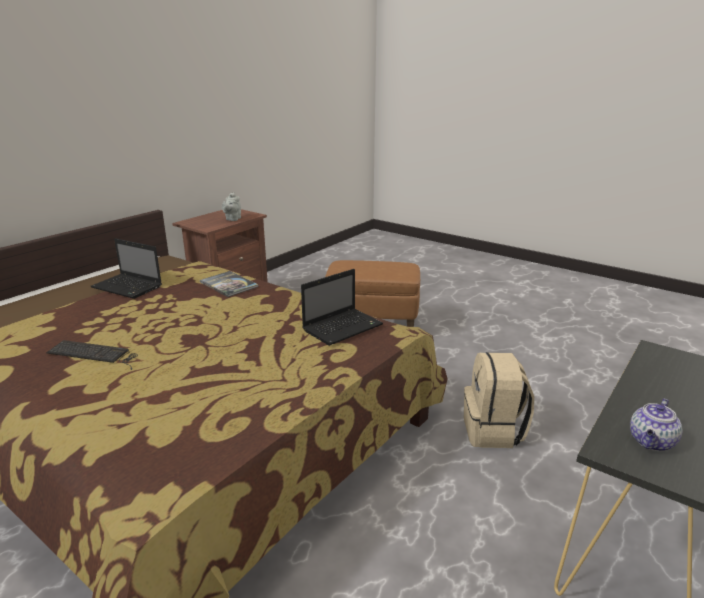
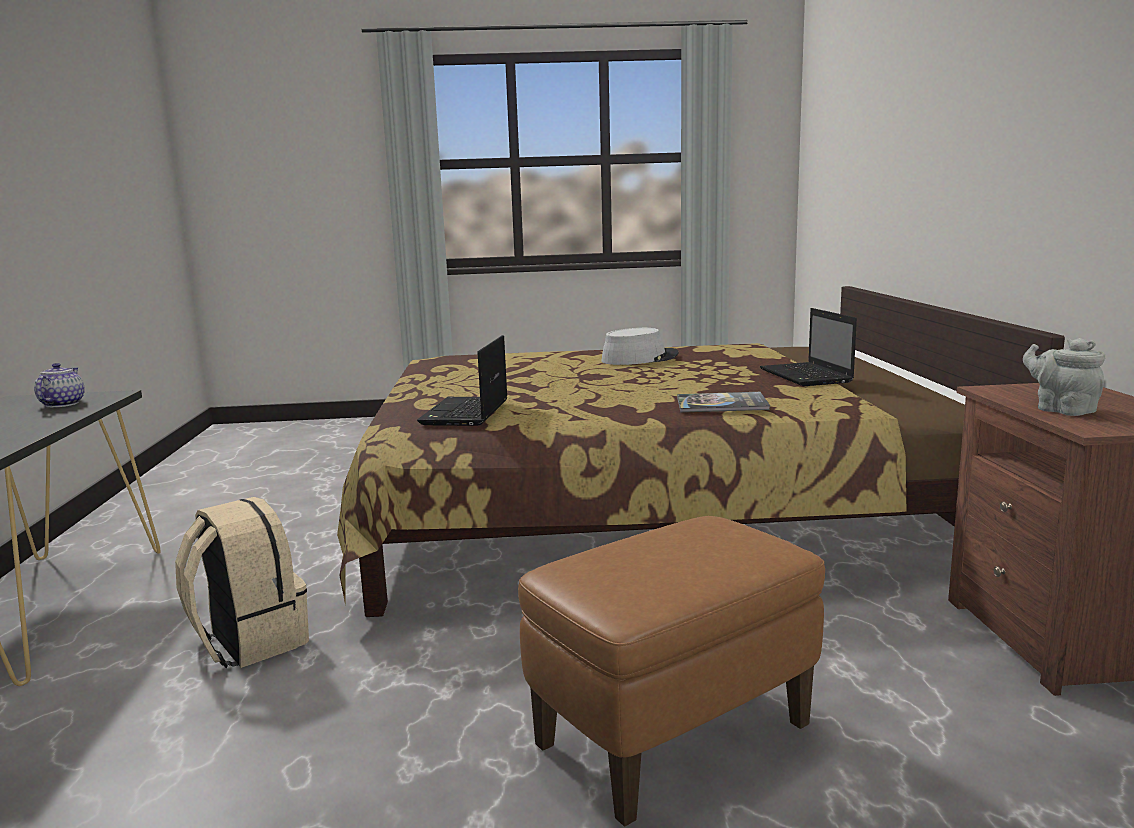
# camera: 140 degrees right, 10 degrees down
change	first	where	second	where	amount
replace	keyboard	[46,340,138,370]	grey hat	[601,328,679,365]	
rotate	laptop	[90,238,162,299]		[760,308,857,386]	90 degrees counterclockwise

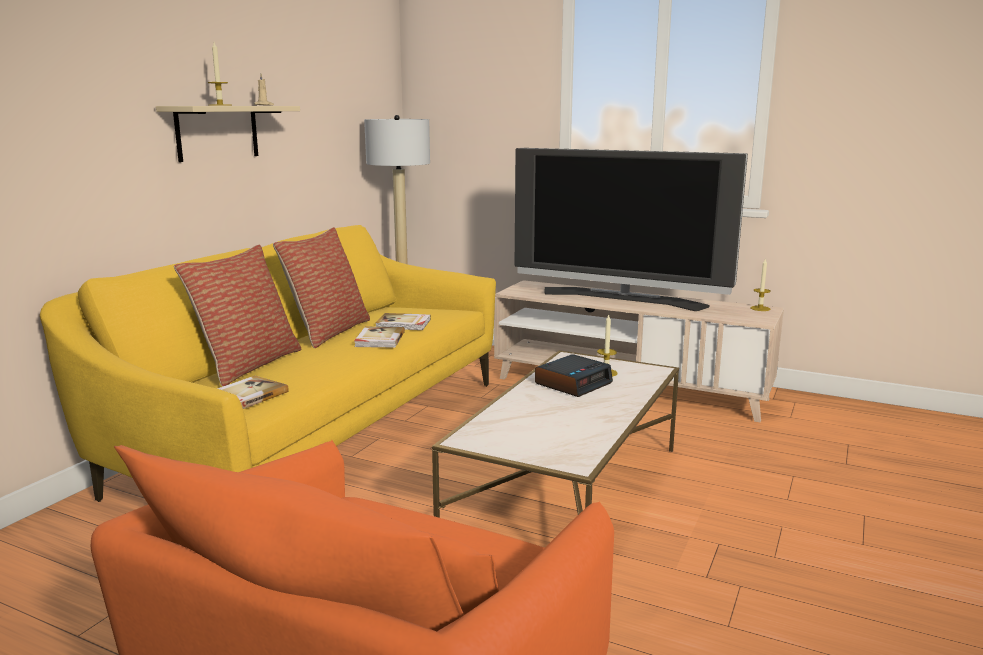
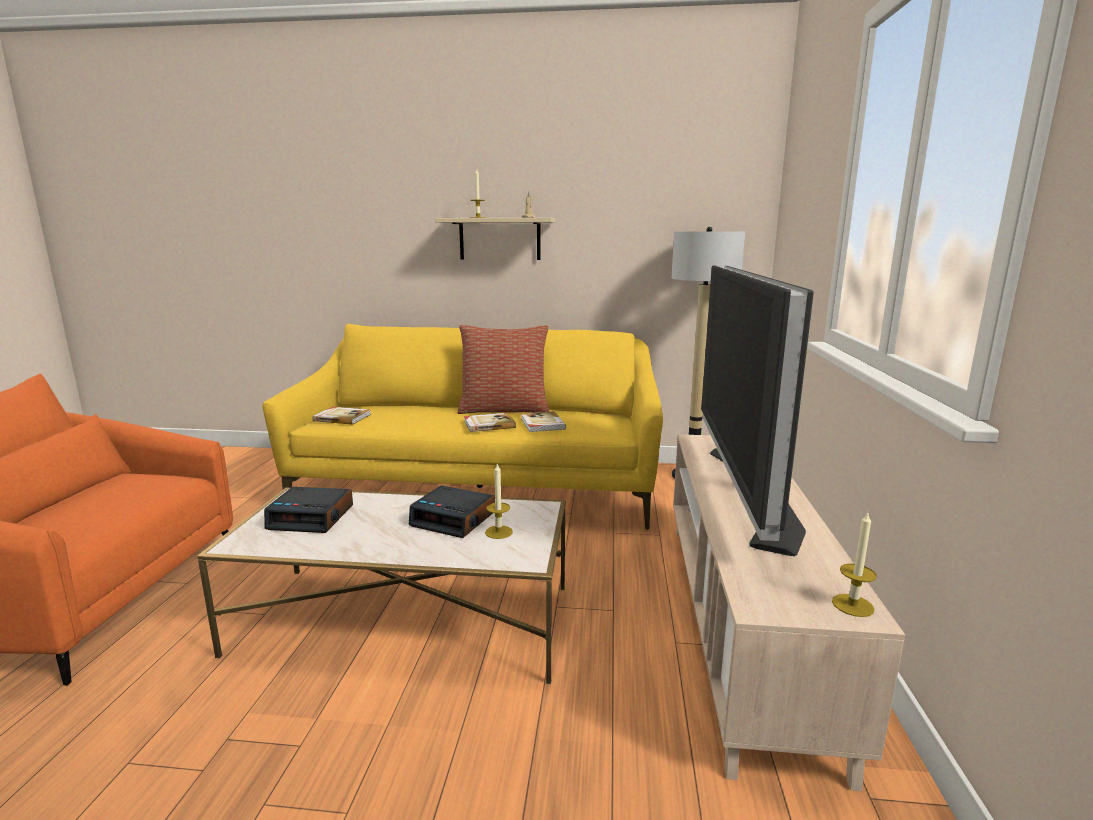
# camera: 70 degrees right, 0 degrees up
change	first	where	second	where	amount
delete	pillow	[174,245,301,387]			
insert			alarm clock	[264,487,353,533]	

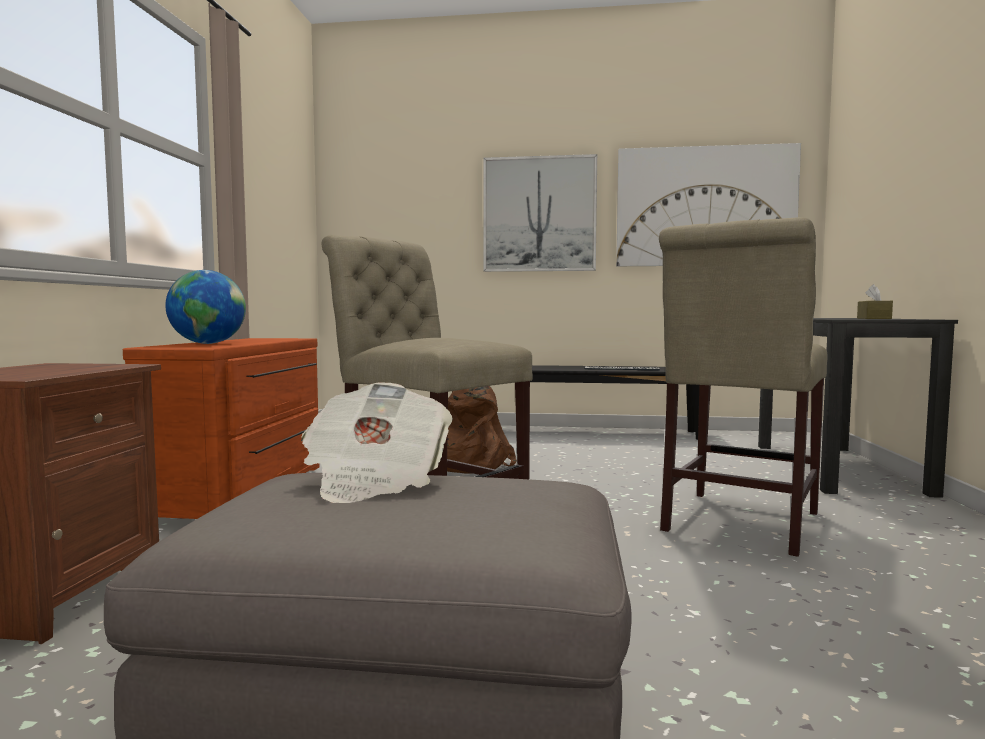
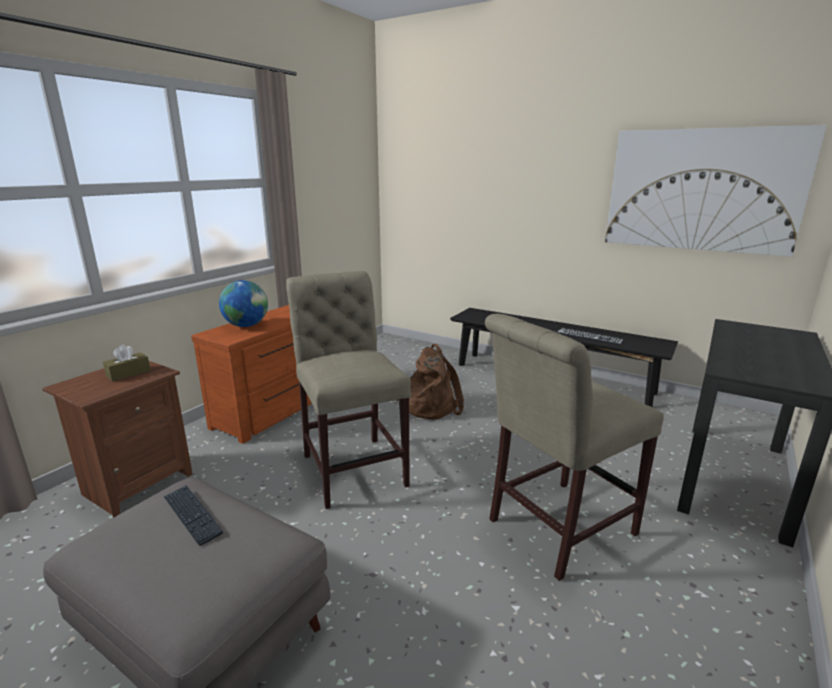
# camera: 25 degrees right, 15 degrees up
change	first	where	second	where	amount
replace	newspaper	[301,382,453,503]	keyboard	[164,485,223,546]	
delete	picture	[483,154,597,272]			
move	brown tissue box	[857,284,893,319]		[103,344,151,381]	

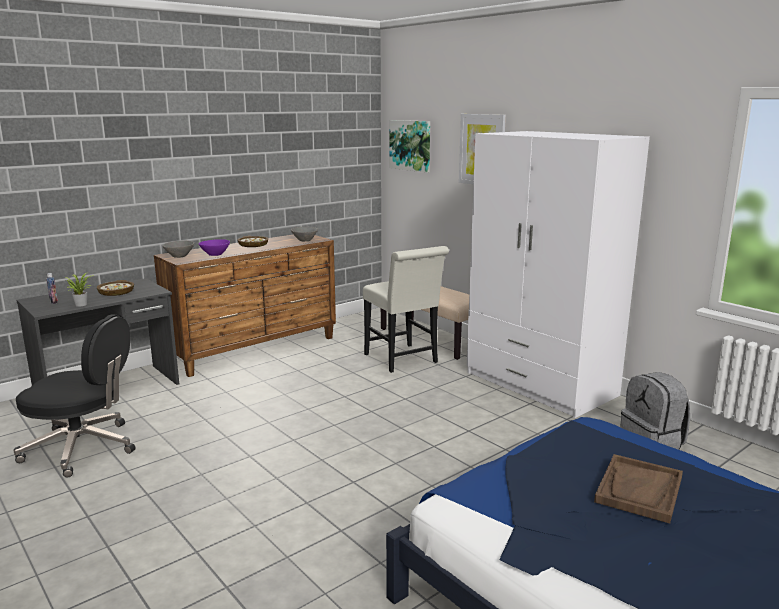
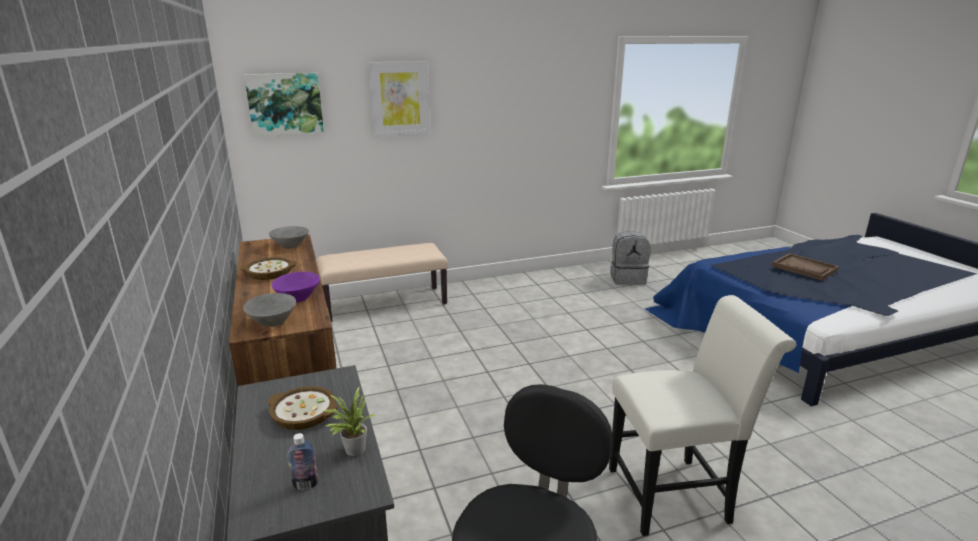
# camera: 70 degrees left, 5 degrees up
change	first	where	second	where	amount
move	white chair	[363,246,449,373]		[609,295,796,536]	
delete	white wardrobe	[467,131,650,418]			

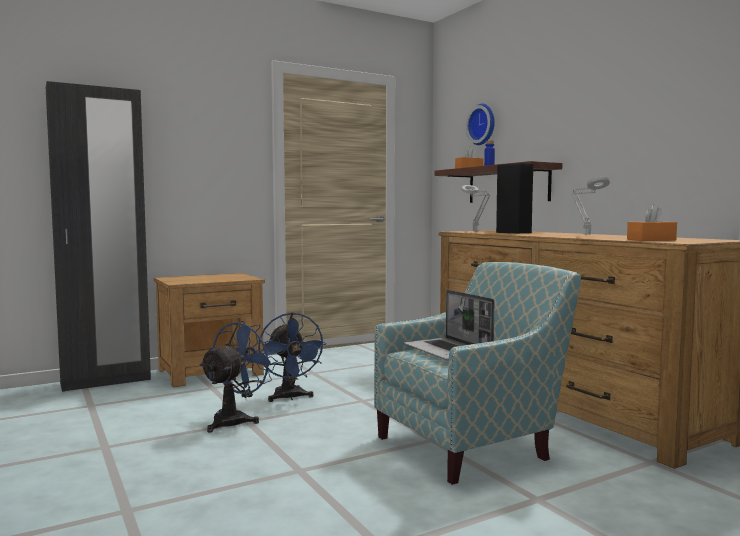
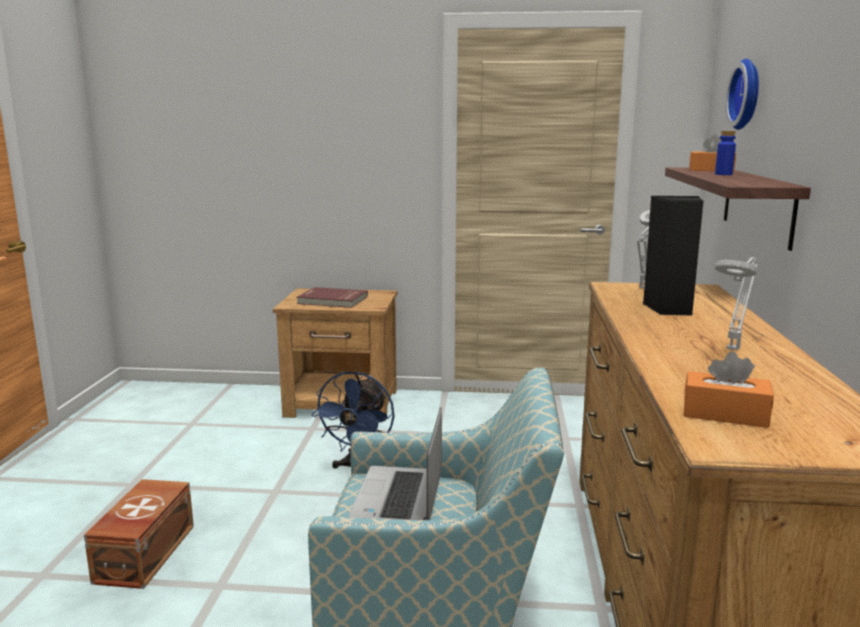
# camera: 35 degrees right, 10 degrees up
change	first	where	second	where	amount
delete	black wardrobe	[46,81,151,392]			
delete	blue fan	[199,321,278,433]			
insert			brown storage box	[84,479,194,589]	
insert			red book	[297,287,368,308]	

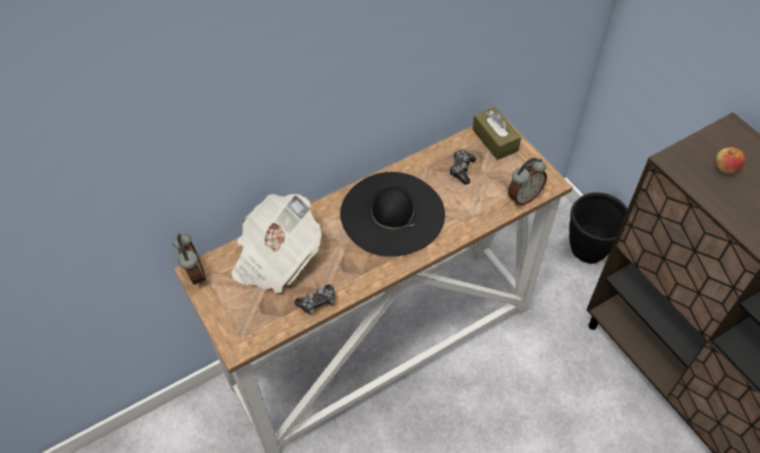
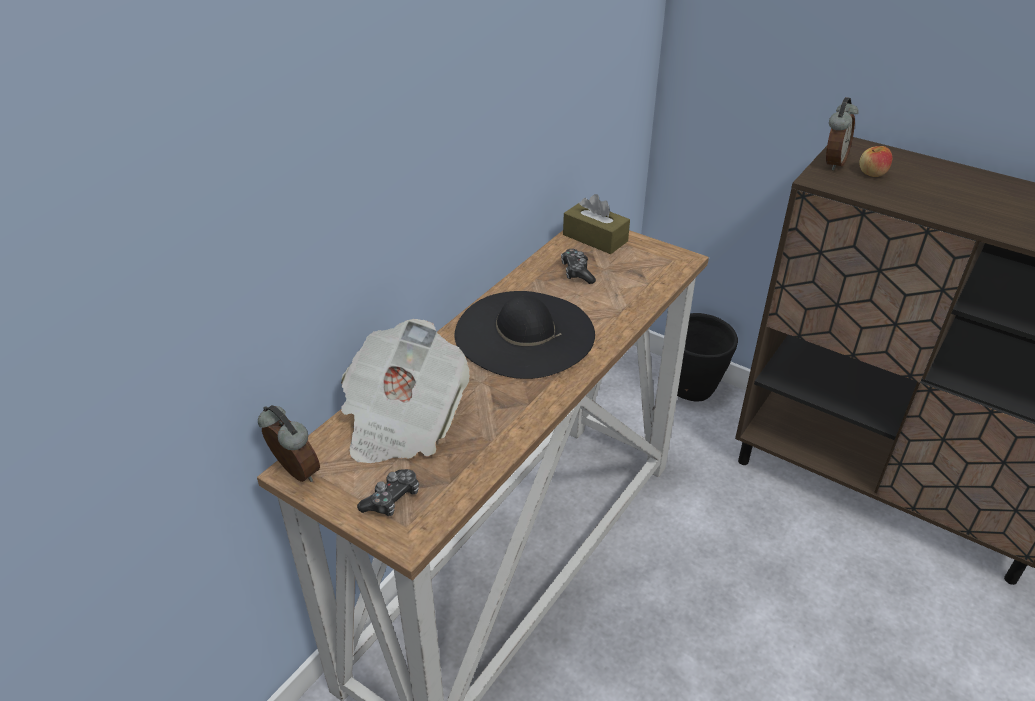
# camera: 25 degrees left, 15 degrees down
change	first	where	second	where	amount
move	game controller	[295,284,335,315]		[357,469,419,516]	
move	alarm clock	[508,158,547,206]		[826,97,859,171]	

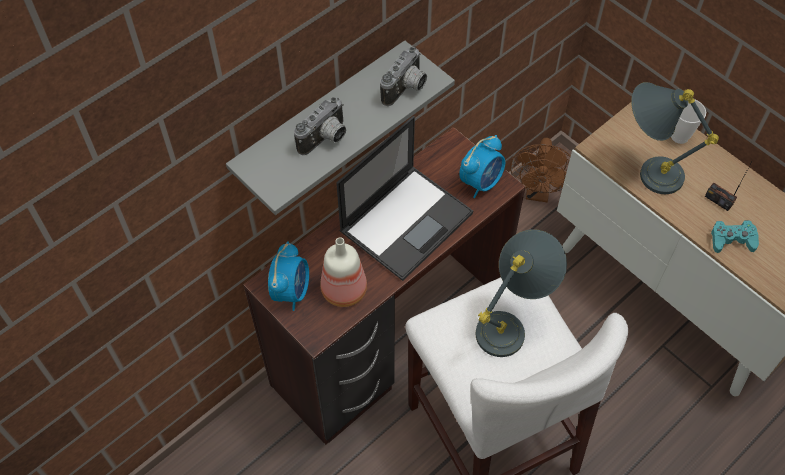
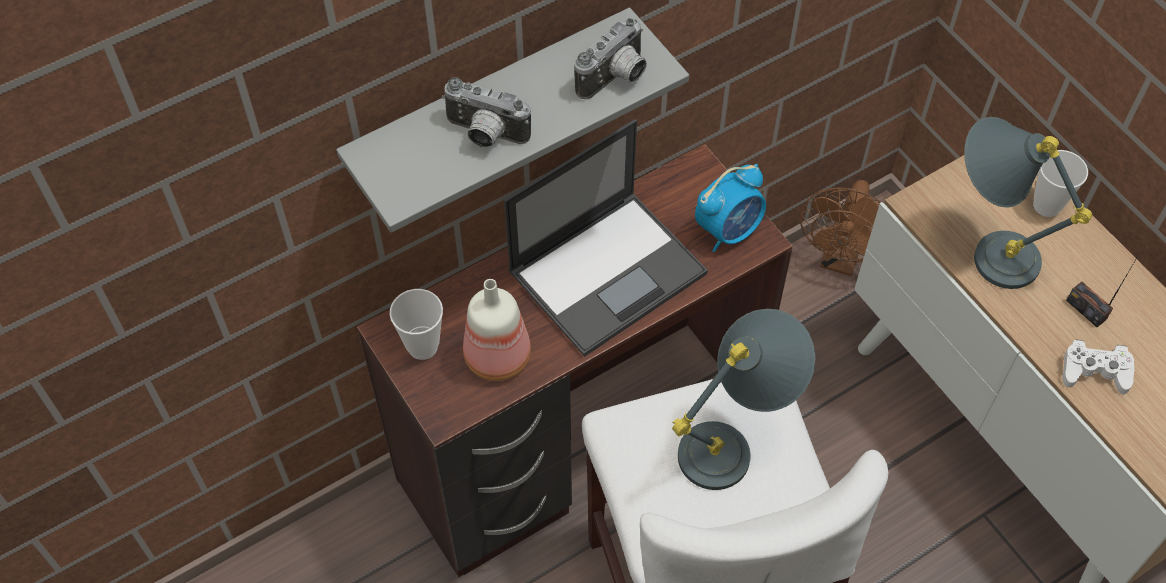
# camera: 10 degrees right, 0 degrees up
change	first	where	second	where	amount
replace	alarm clock	[268,241,309,311]	cup	[390,289,443,360]	
rotate	photo camera	[294,97,346,155]		[442,77,531,148]	60 degrees clockwise
recolor	turquoise game controller	[711,220,759,253]	white game controller	[1062,339,1134,394]	

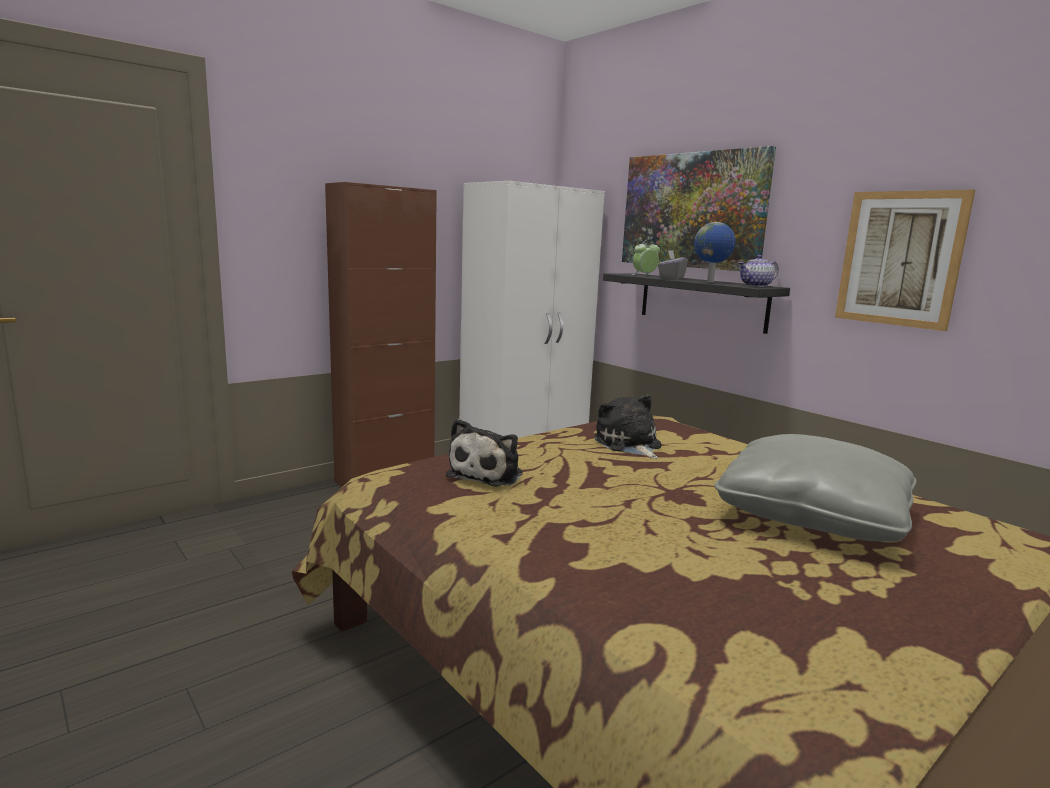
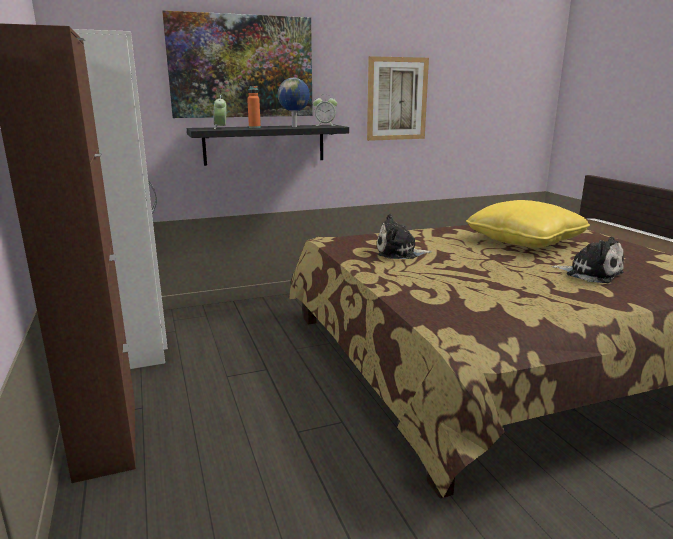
# camera: 70 degrees left, 5 degrees up
change	first	where	second	where	amount
move	plush toy	[446,419,523,486]		[552,237,624,283]	
replace	grey tissue box	[658,250,688,279]	orange bottle	[247,86,261,128]	
recolor	grey pillow	[715,434,917,542]	yellow pillow	[466,200,590,248]	
replace	teapot	[738,255,779,287]	alarm clock	[313,94,337,126]	

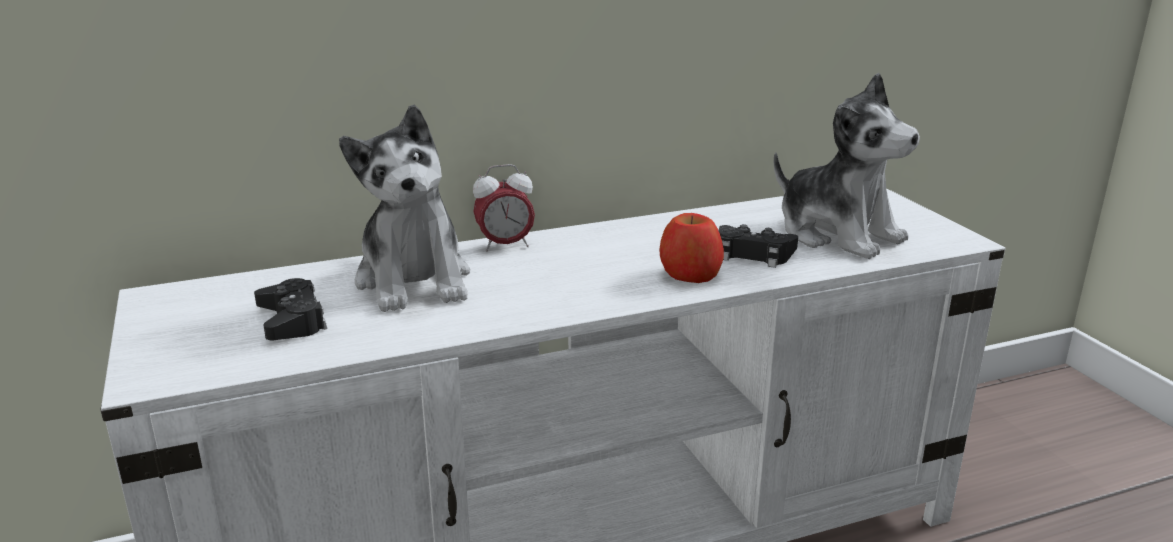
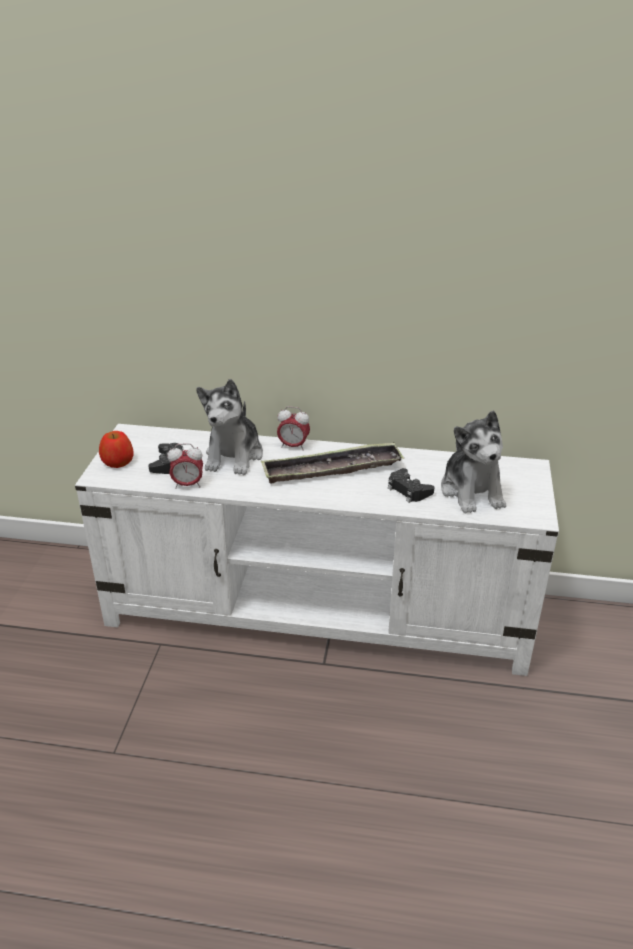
# camera: 30 degrees right, 10 degrees up
change	first	where	second	where	amount
move	apple	[659,213,724,283]		[99,431,134,468]	
insert			alarm clock	[167,443,203,489]	
insert			tray	[261,442,404,484]	

